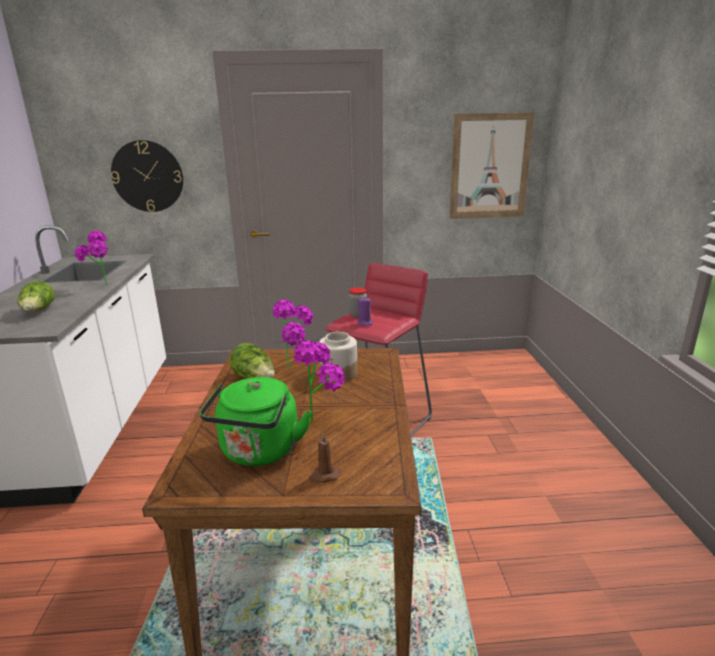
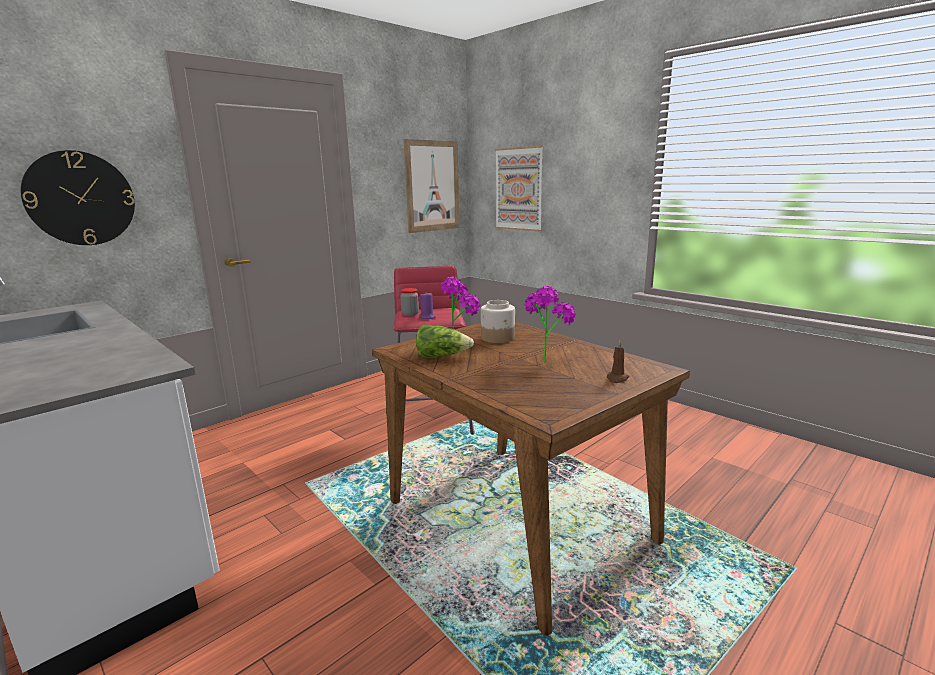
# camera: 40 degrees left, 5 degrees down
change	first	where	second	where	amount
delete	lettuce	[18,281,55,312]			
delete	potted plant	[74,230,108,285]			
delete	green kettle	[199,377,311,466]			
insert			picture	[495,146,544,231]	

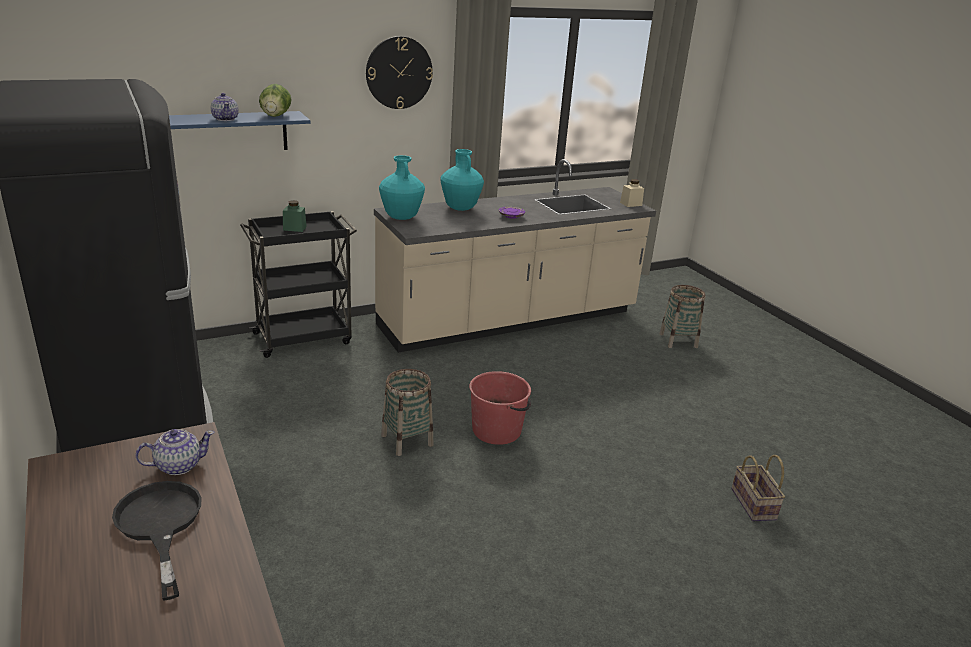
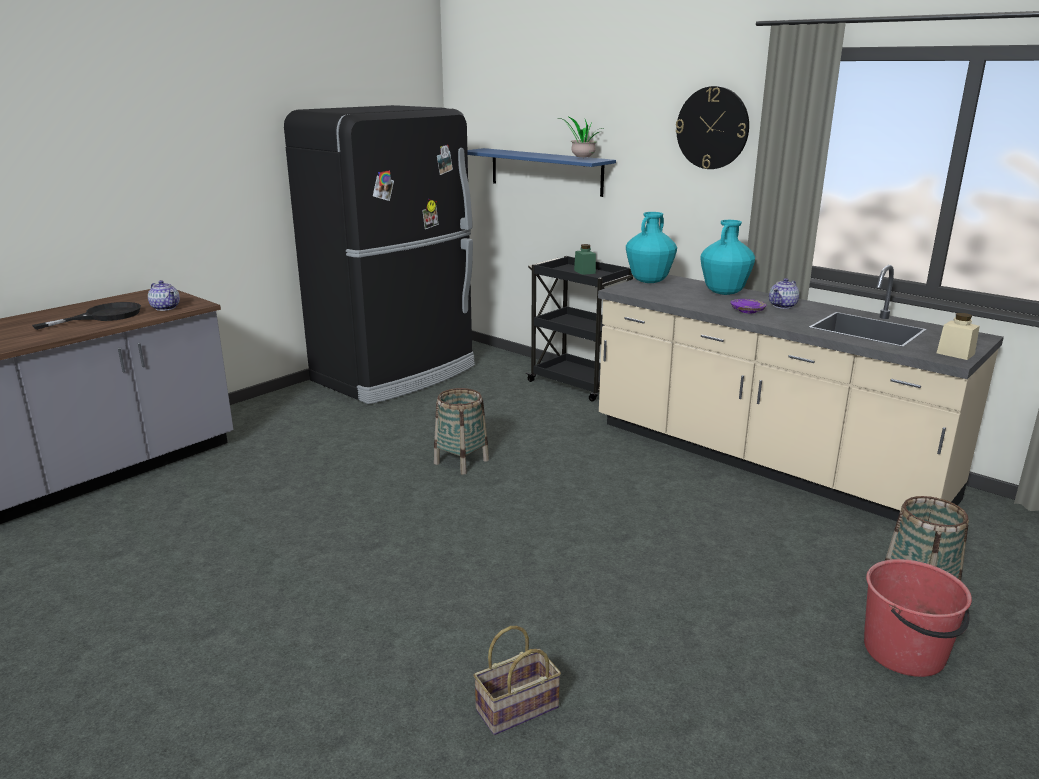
# camera: 70 degrees right, 5 degrees down
change	first	where	second	where	amount
move	teapot	[211,93,239,121]		[769,278,799,309]	
replace	lettuce	[259,84,292,117]	potted plant	[557,117,603,158]	
move	red bucket	[469,371,531,445]		[864,559,972,677]	

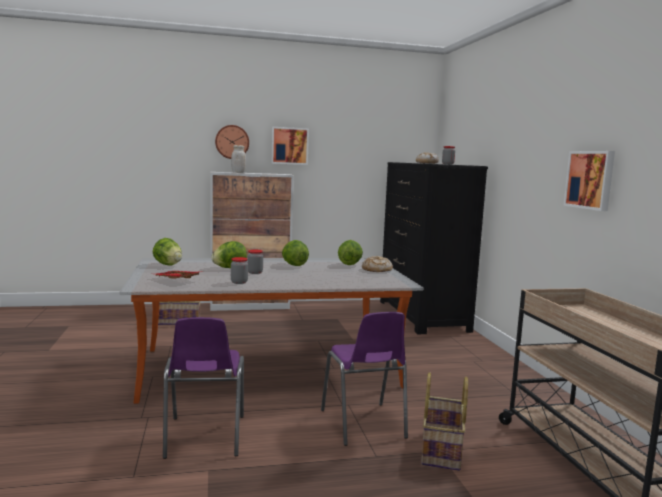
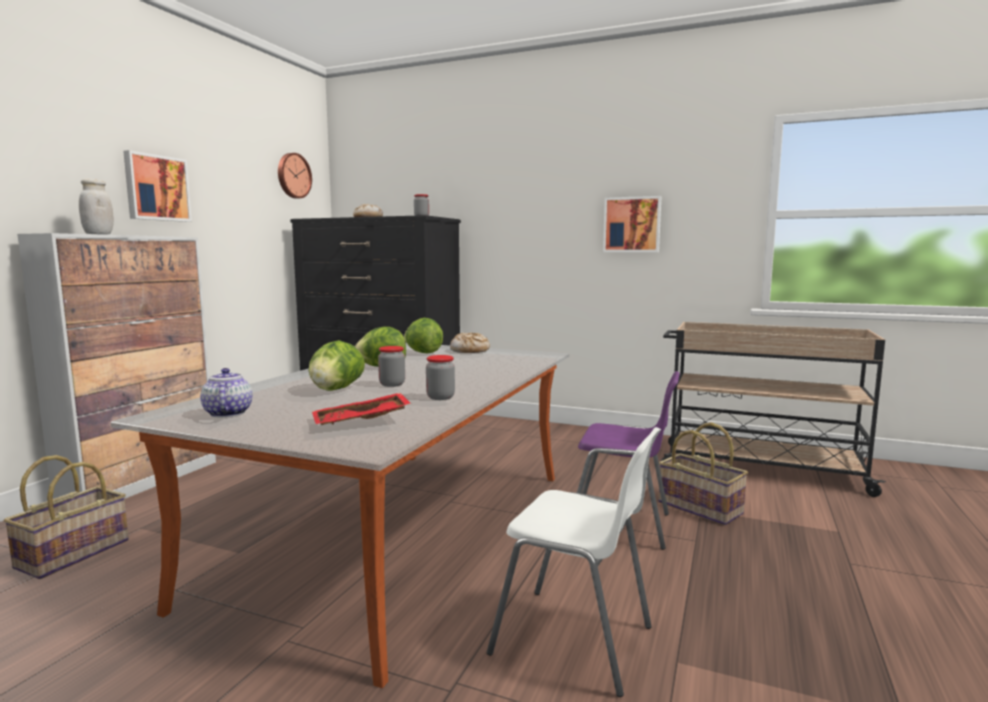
# camera: 55 degrees left, 0 degrees up
change	first	where	second	where	amount
replace	lettuce	[153,238,182,266]	teapot	[200,368,252,417]	
recolor	purple chair	[163,317,244,459]	white chair	[487,427,661,697]	
move	wall clock	[215,125,249,159]		[278,153,312,199]	

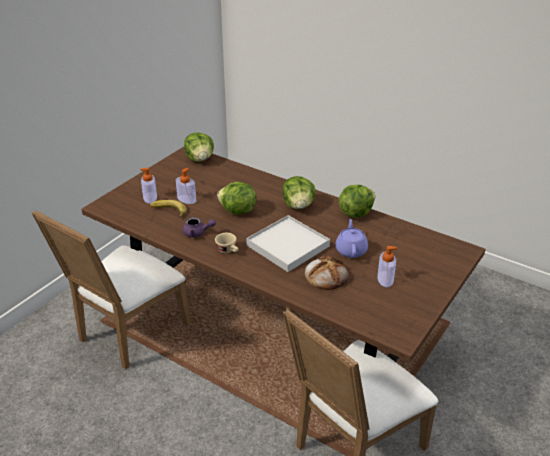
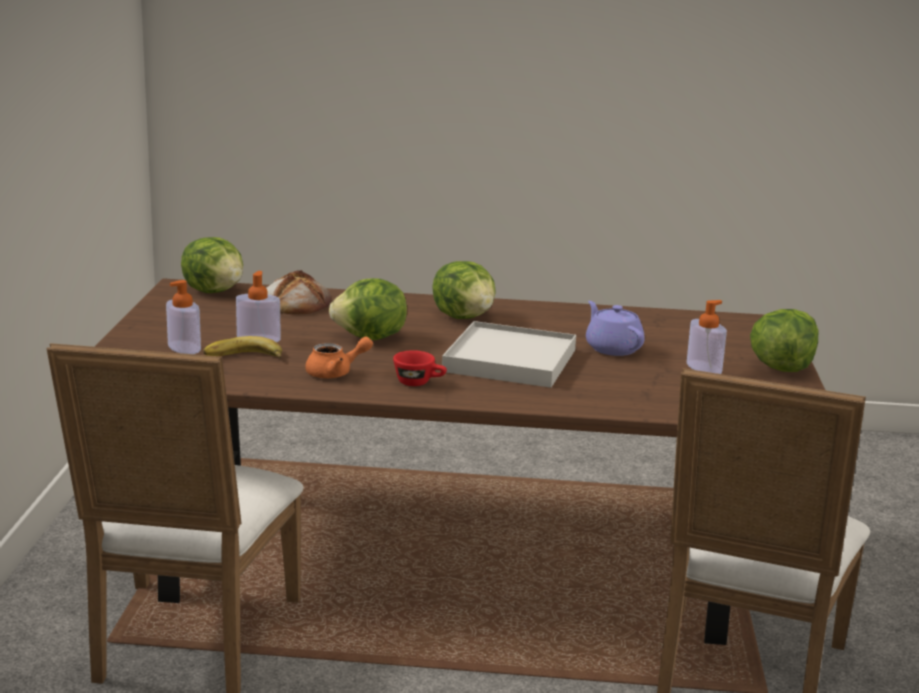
# camera: 30 degrees left, 15 degrees down
change	first	where	second	where	amount
recolor	purple teapot	[183,217,216,237]	orange teapot	[305,337,373,378]	
recolor	beige cup	[215,233,239,253]	red cup	[393,350,447,386]	
move	bread	[305,256,349,290]		[266,270,331,314]	
move	lettuce	[338,185,375,218]		[750,309,818,372]	

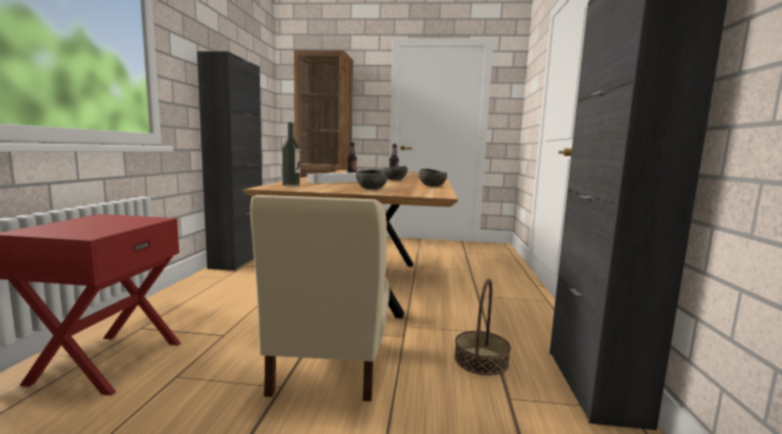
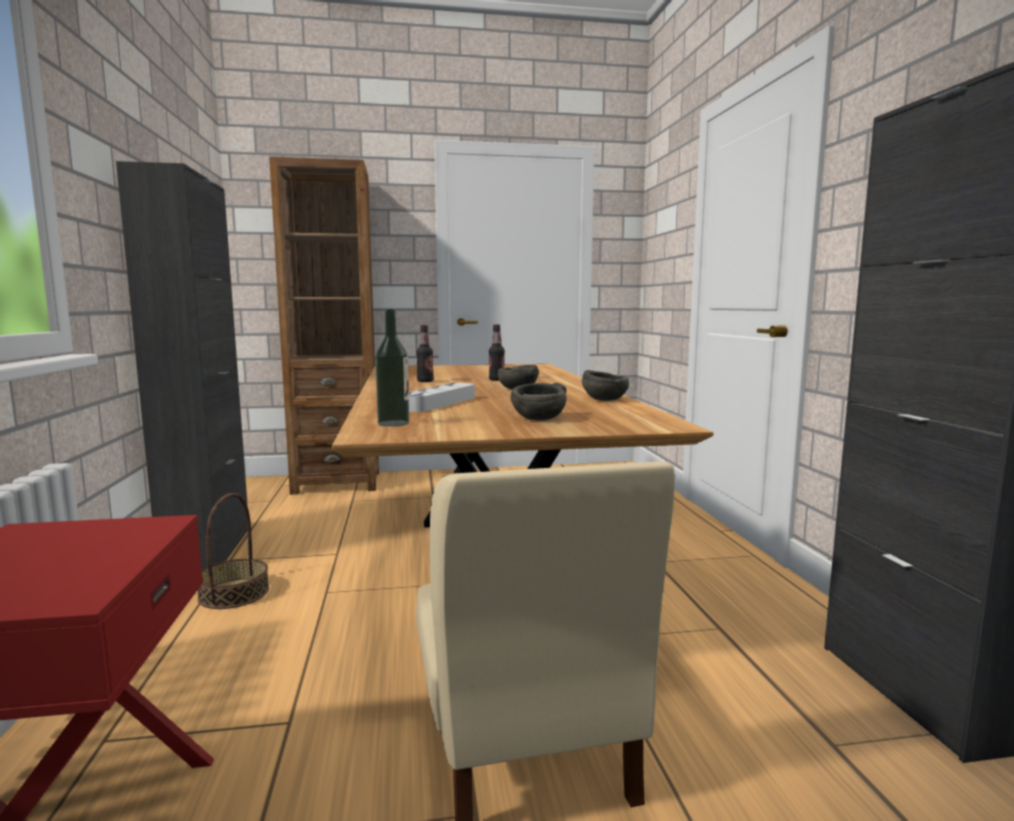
# camera: 15 degrees left, 0 degrees up
change	first	where	second	where	amount
move	basket	[454,279,511,375]		[197,493,269,609]	

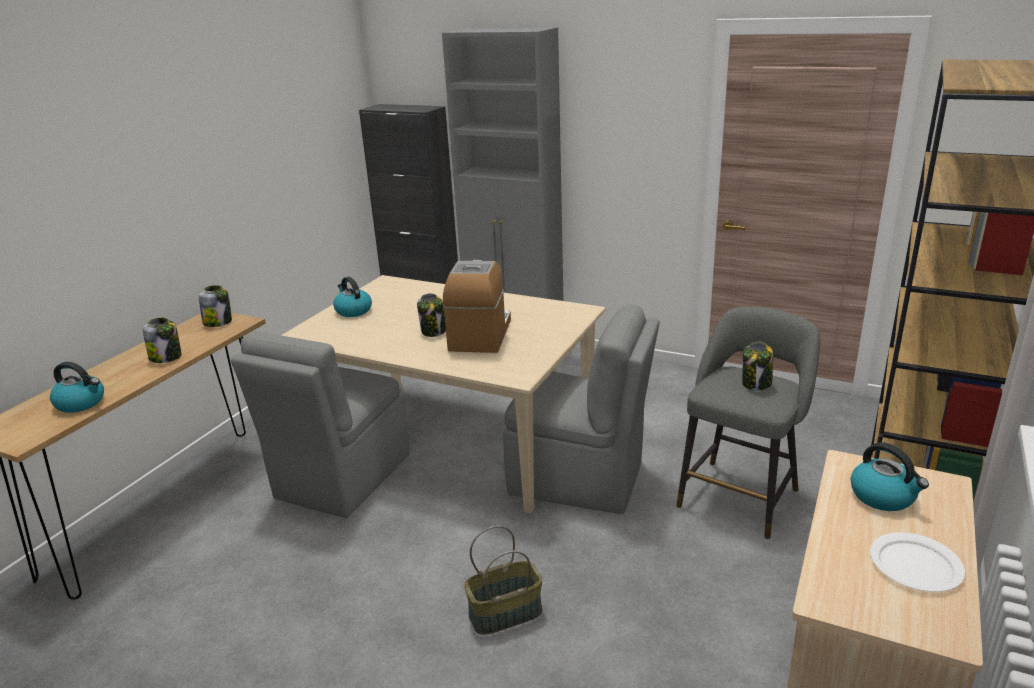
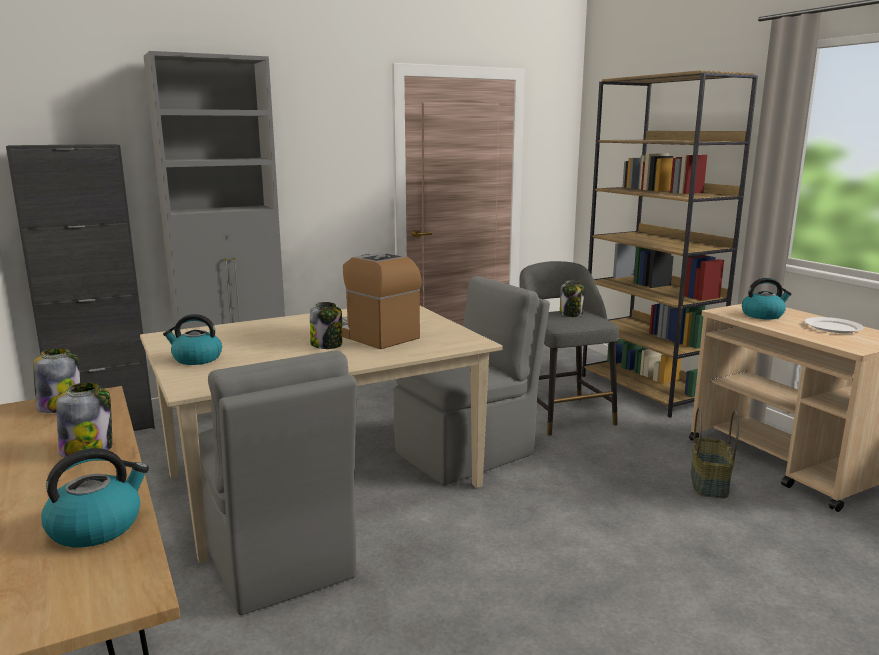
# camera: 55 degrees left, 10 degrees down
change	first	where	second	where	amount
move	basket	[464,526,543,635]		[691,407,739,498]	

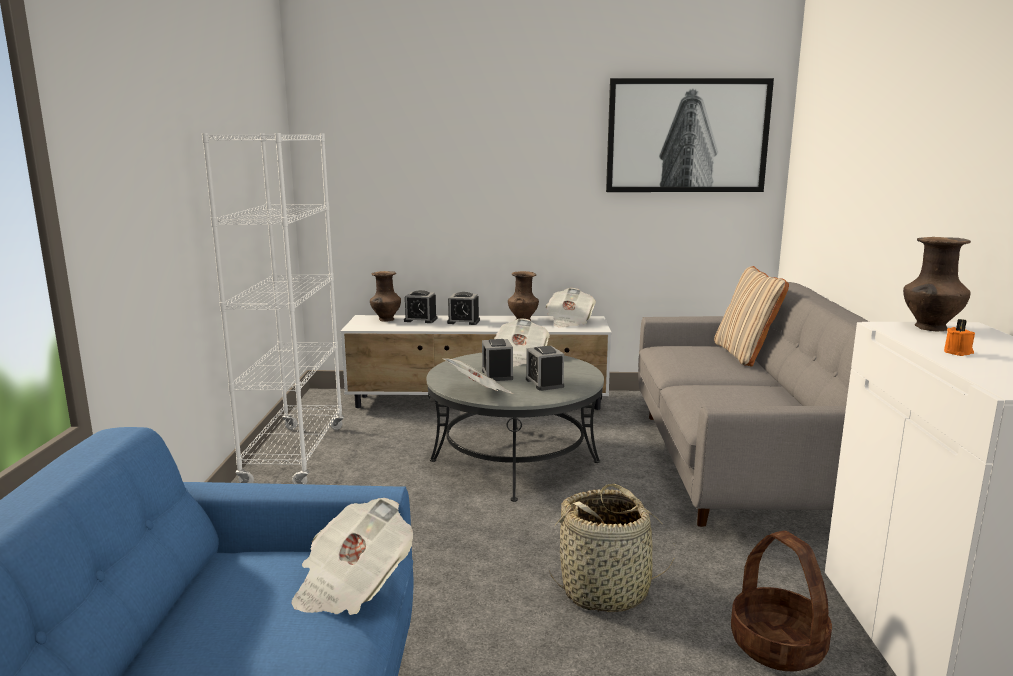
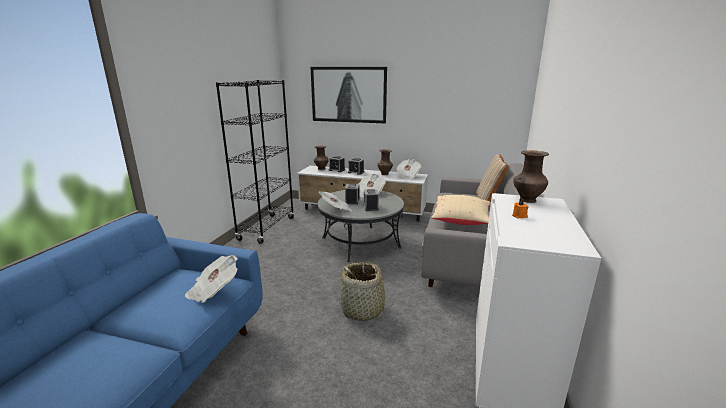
# camera: 15 degrees right, 5 degrees up
change	first	where	second	where	amount
recolor	white bookcase	[202,133,344,484]	black bookcase	[216,80,294,244]	
move	picture	[606,78,774,192]		[310,67,387,123]	
delete	basket	[731,531,832,671]			
insert			beige pillow	[431,195,491,225]	

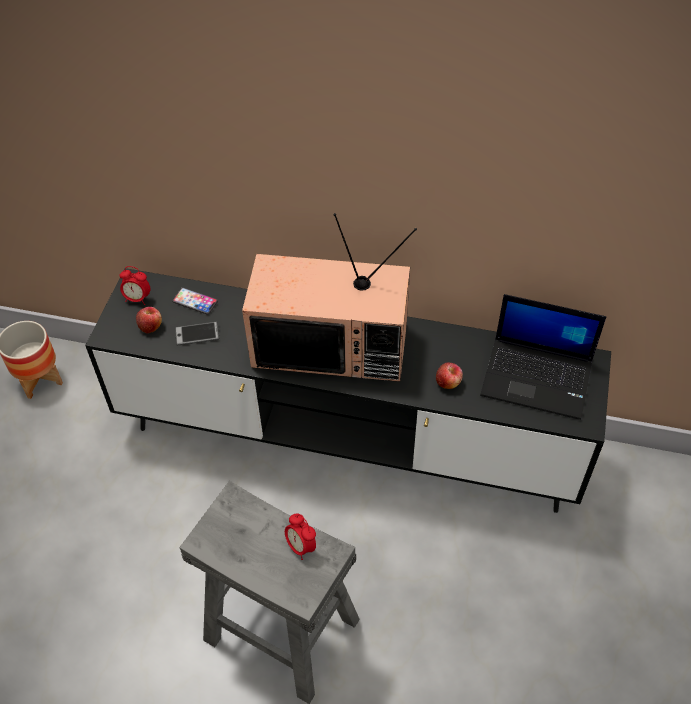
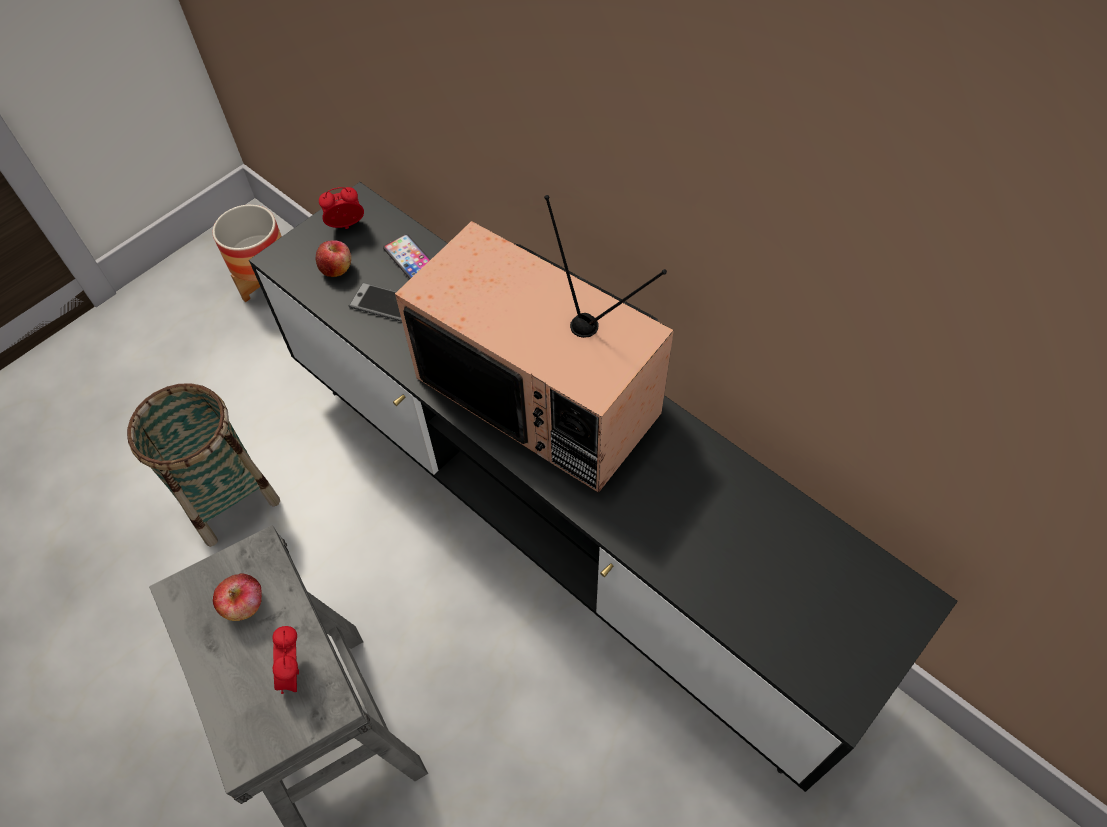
# camera: 30 degrees right, 5 degrees up
change	first	where	second	where	amount
rotate	alarm clock	[120,266,150,305]		[319,187,364,229]	120 degrees clockwise
move	apple	[436,362,463,389]		[213,573,262,621]	
delete	laptop	[480,294,606,420]			
insert			basket	[127,383,280,547]	

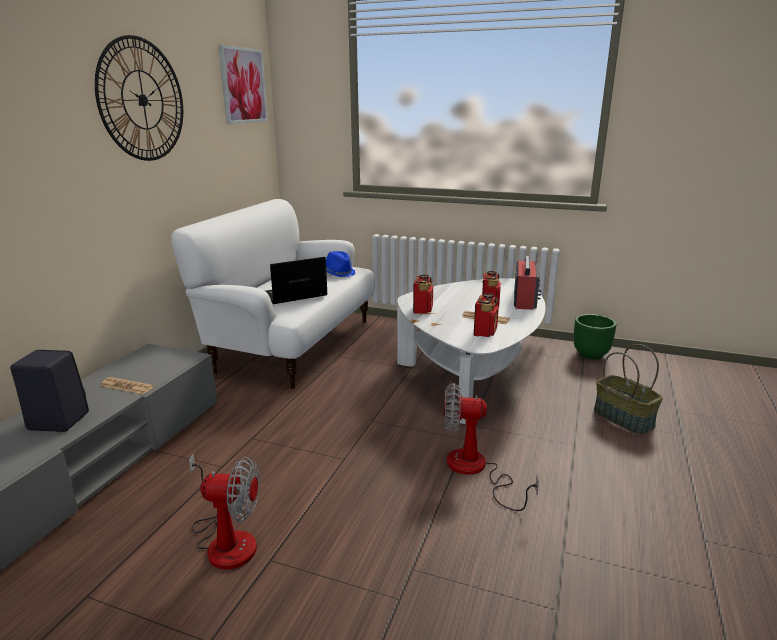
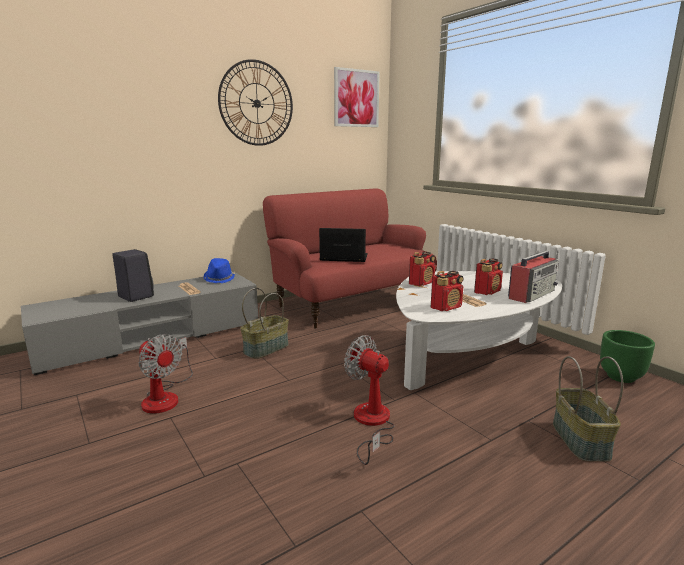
# camera: 35 degrees right, 5 degrees down
change	first	where	second	where	amount
recolor	white sofa	[171,199,375,389]	red sofa	[263,188,437,329]	
move	blue hat	[326,251,355,277]		[204,258,235,283]	
insert			basket	[240,288,289,359]	

